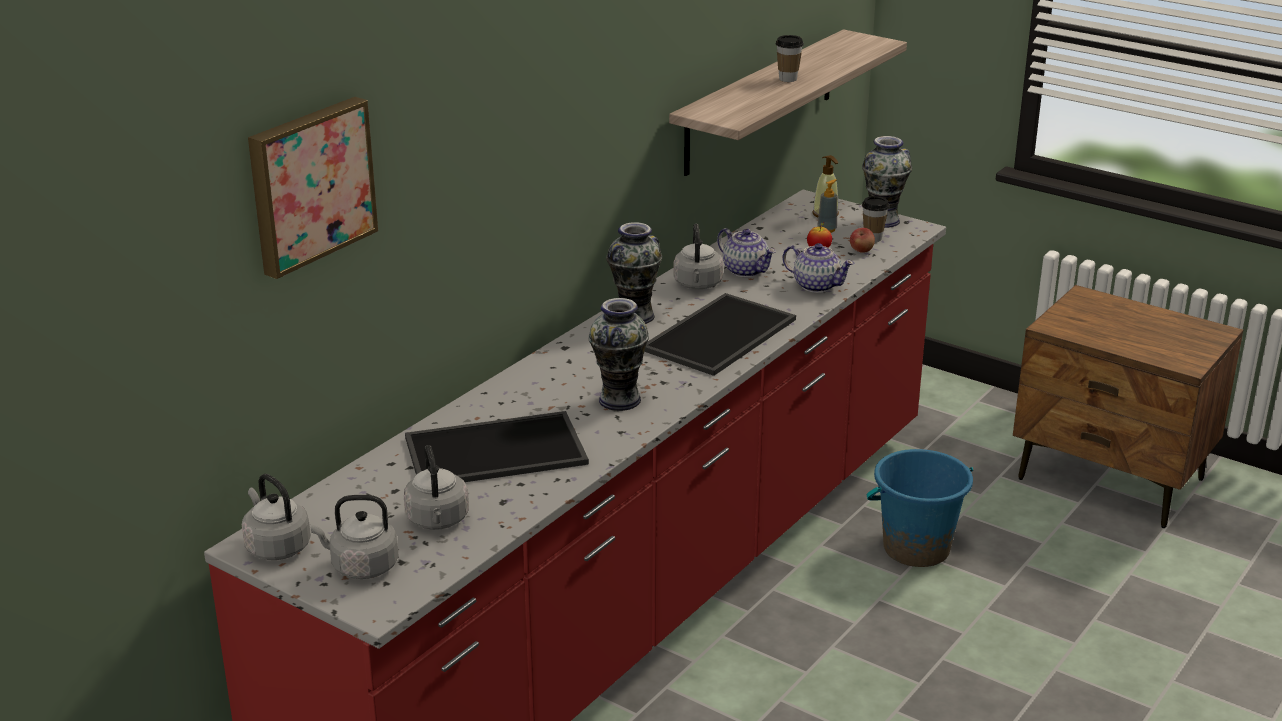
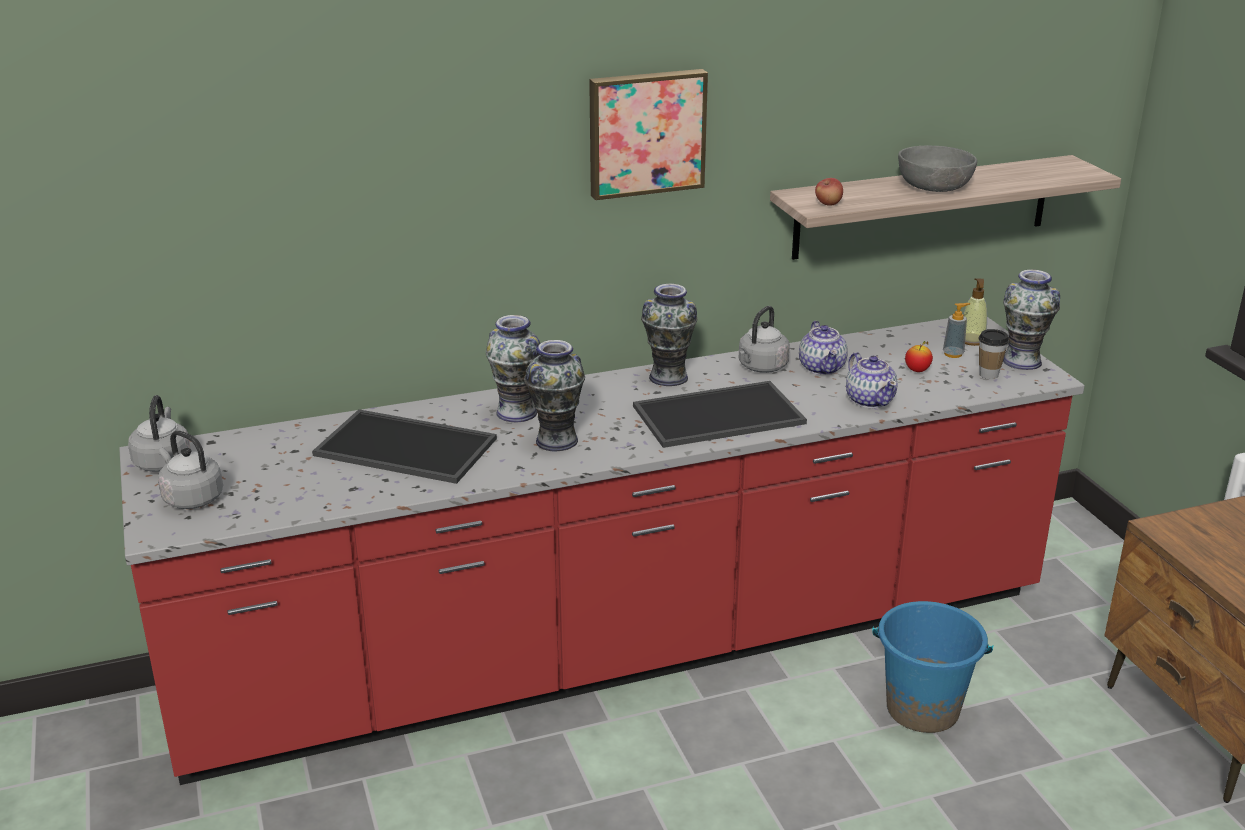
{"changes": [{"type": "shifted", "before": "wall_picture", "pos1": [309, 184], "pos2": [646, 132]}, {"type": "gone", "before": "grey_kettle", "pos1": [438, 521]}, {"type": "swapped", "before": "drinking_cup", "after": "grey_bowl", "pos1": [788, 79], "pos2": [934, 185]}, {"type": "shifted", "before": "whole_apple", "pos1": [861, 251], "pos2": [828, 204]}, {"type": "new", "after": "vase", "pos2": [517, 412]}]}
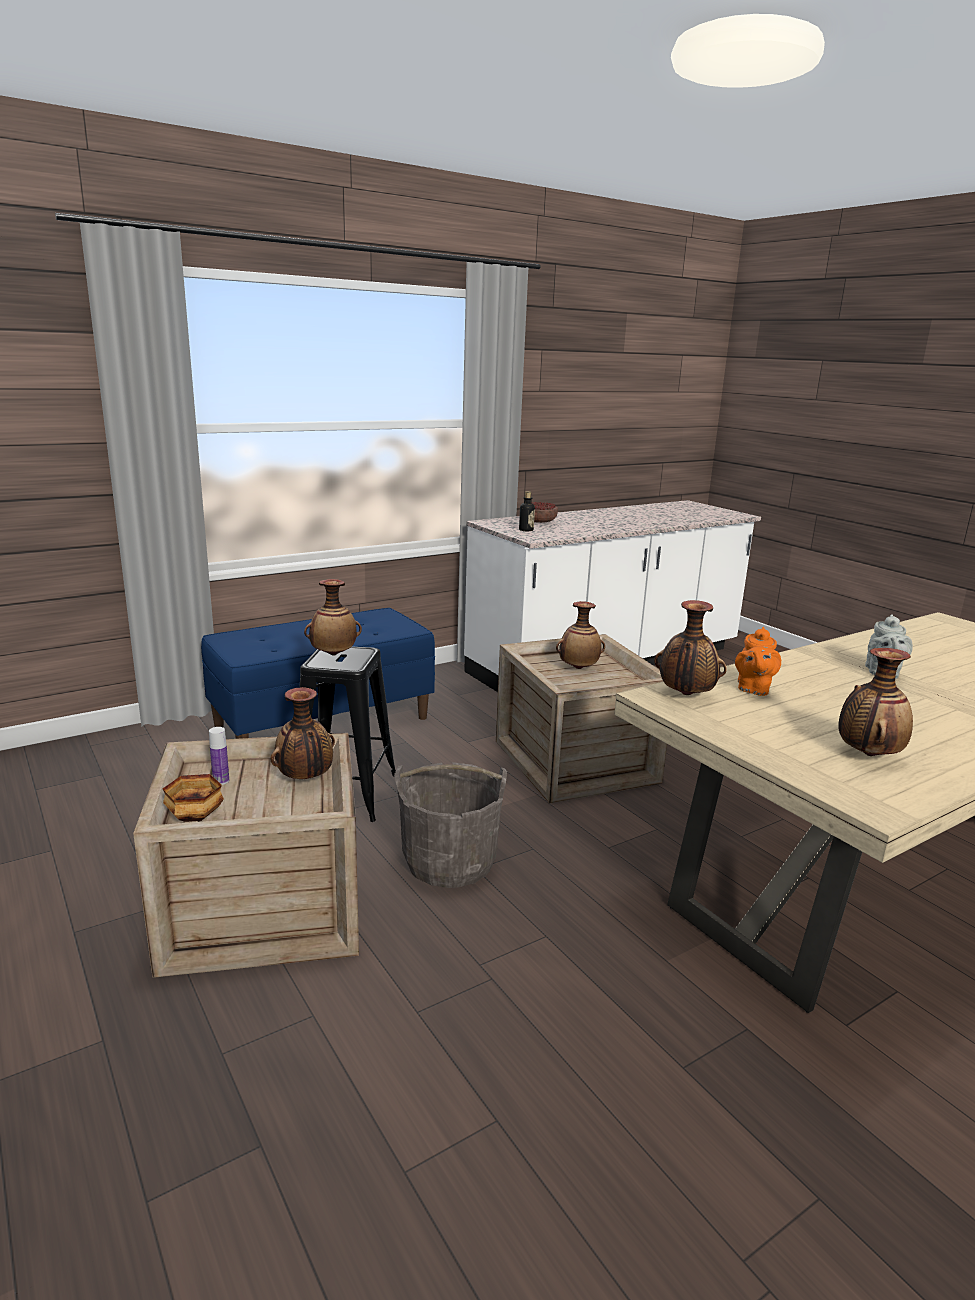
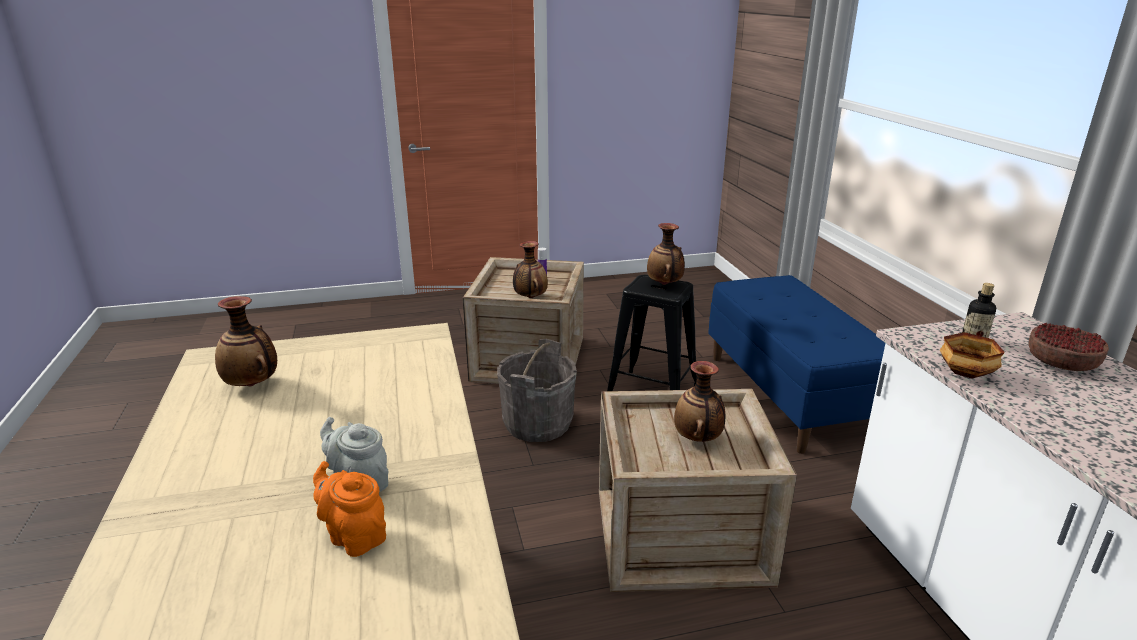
{"changes": [{"type": "shifted", "before": "bowl", "pos1": [195, 817], "pos2": [964, 373]}, {"type": "gone", "before": "vase", "pos1": [685, 695]}, {"type": "shifted", "before": "orange_teapot", "pos1": [753, 689], "pos2": [354, 536]}]}
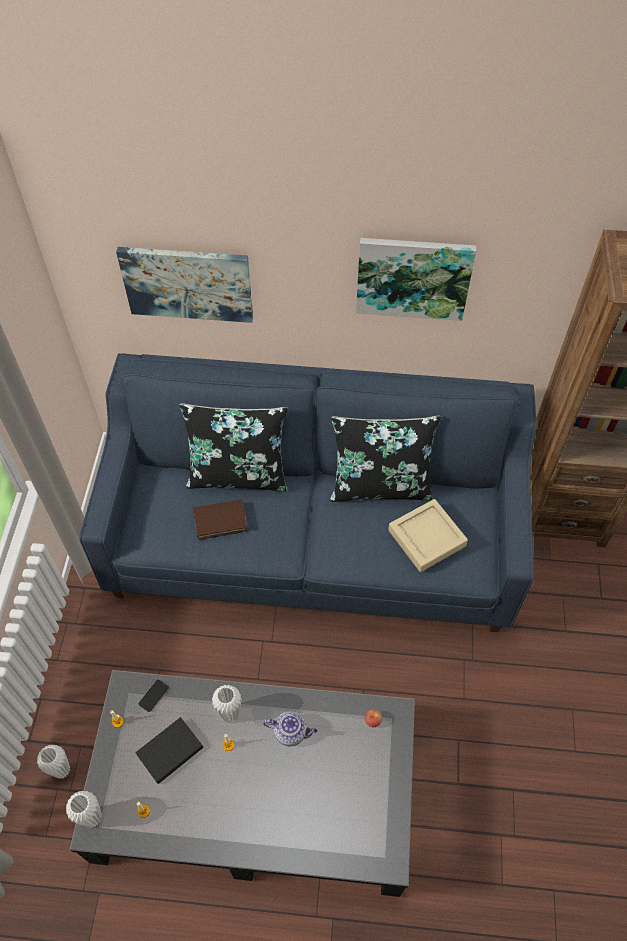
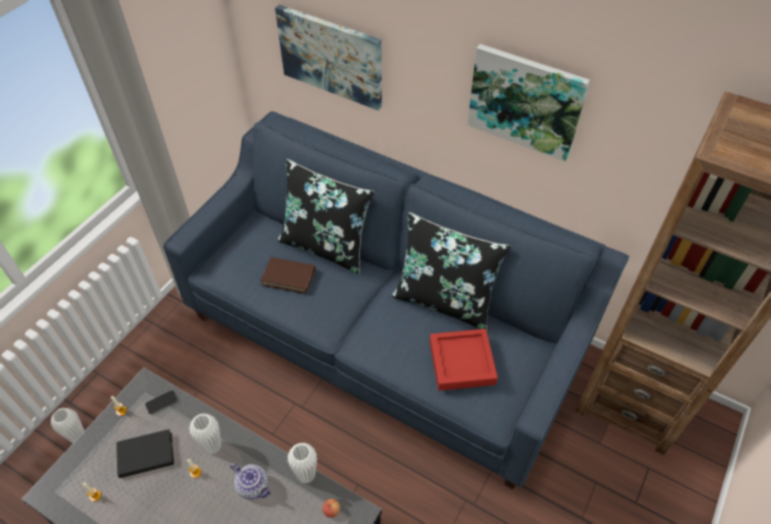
{"changes": [{"type": "shifted", "before": "whitish_vase", "pos1": [92, 818], "pos2": [306, 475]}, {"type": "repainted", "before": "beige_serving_tray", "after": "red_serving_tray", "pos1": [426, 538], "pos2": [462, 362]}]}
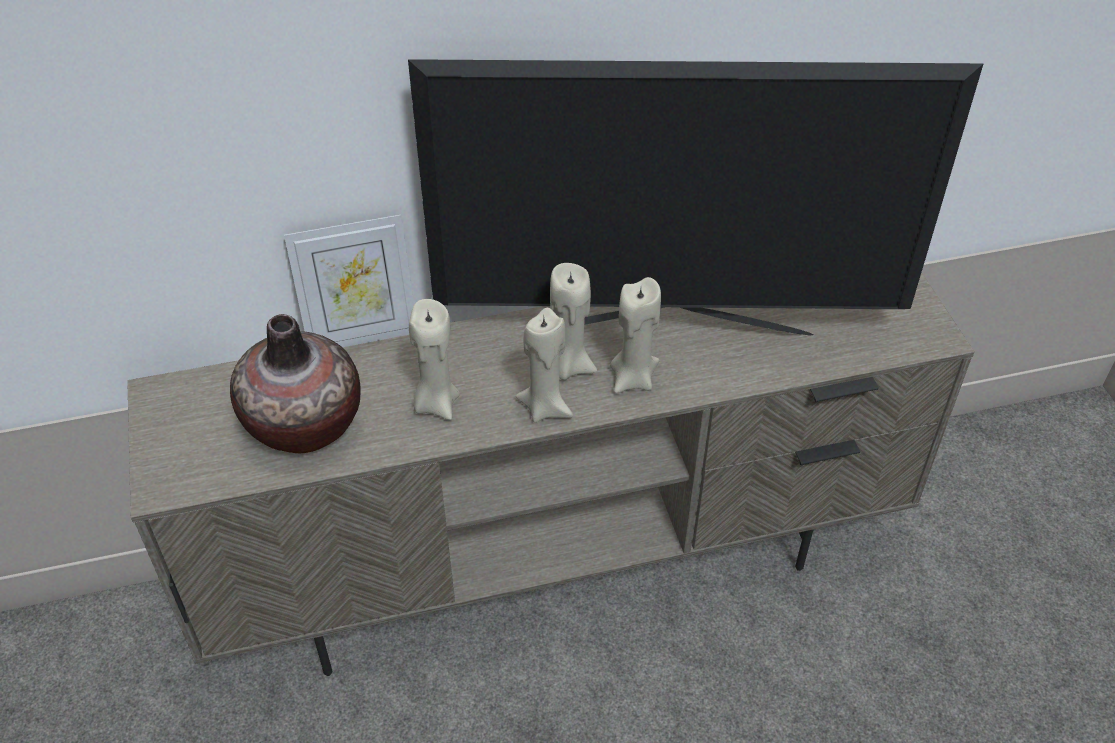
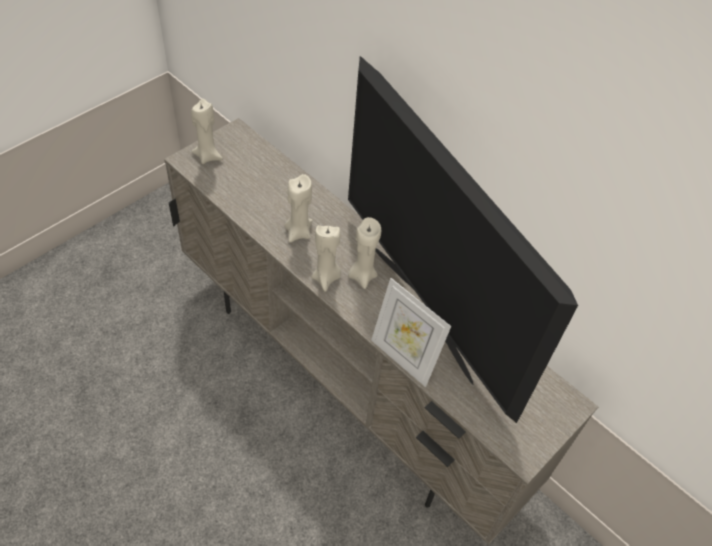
{"changes": [{"type": "gone", "before": "vase", "pos1": [303, 424]}, {"type": "shifted", "before": "photo_frame", "pos1": [362, 335], "pos2": [403, 358]}, {"type": "shifted", "before": "beige_candle", "pos1": [633, 378], "pos2": [208, 156]}]}
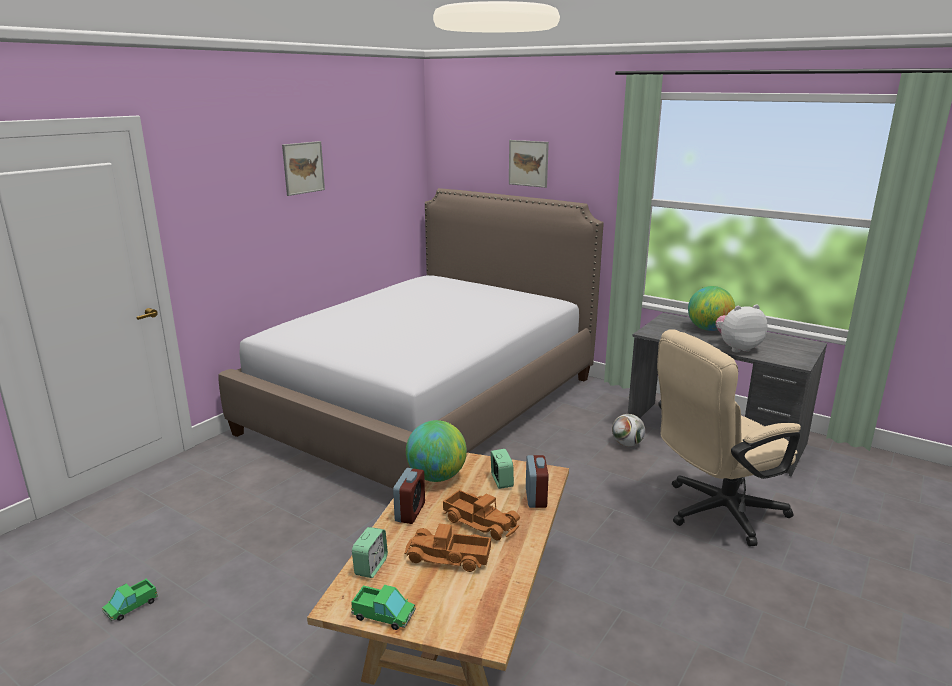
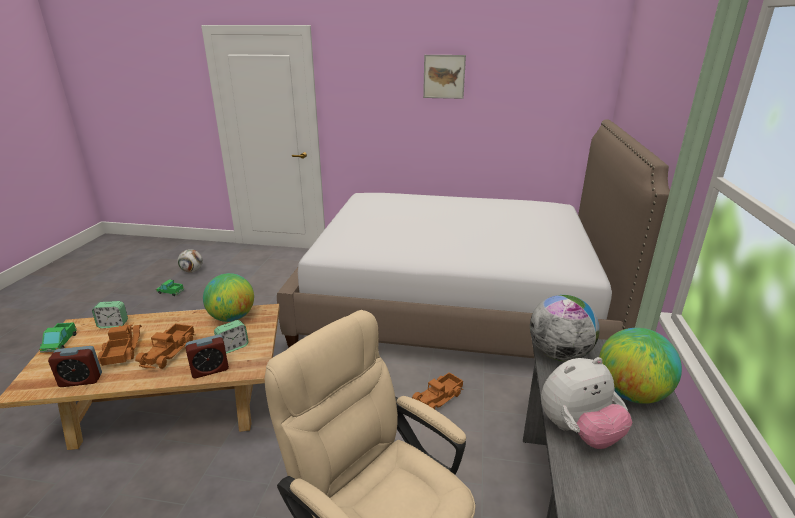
{"changes": [{"type": "shifted", "before": "alarm_clock", "pos1": [410, 512], "pos2": [81, 380]}, {"type": "gone", "before": "wall_picture", "pos1": [528, 163]}, {"type": "shifted", "before": "football_ball", "pos1": [627, 444], "pos2": [192, 271]}, {"type": "rotated", "before": "cuddly_toy", "pos1": [737, 348], "pos2": [578, 431], "turn": 105}, {"type": "new", "after": "toy_lorry", "pos2": [439, 398]}, {"type": "new", "after": "desk_globe", "pos2": [559, 354]}]}
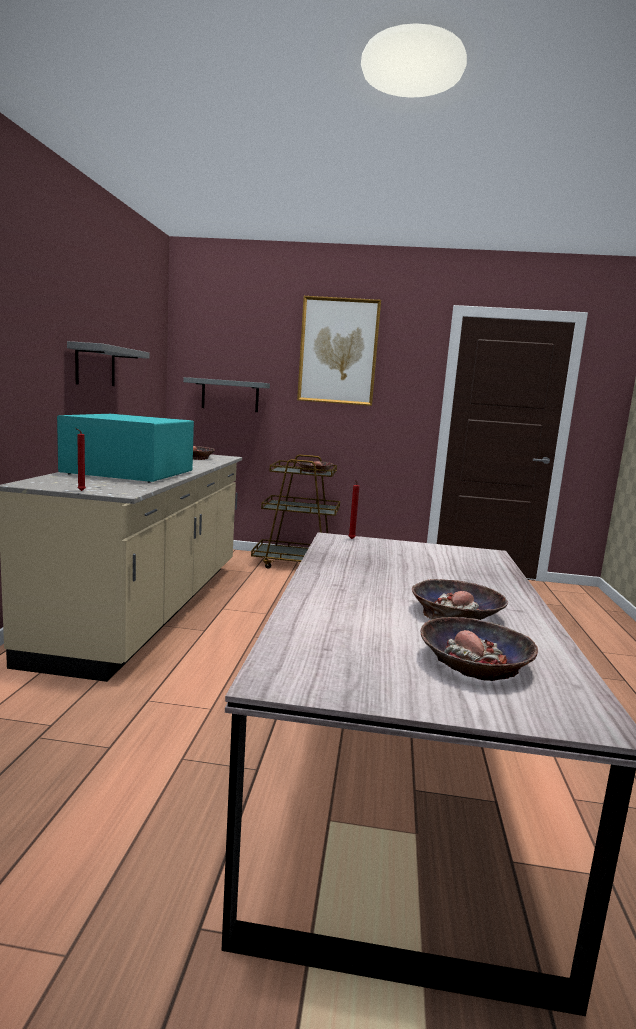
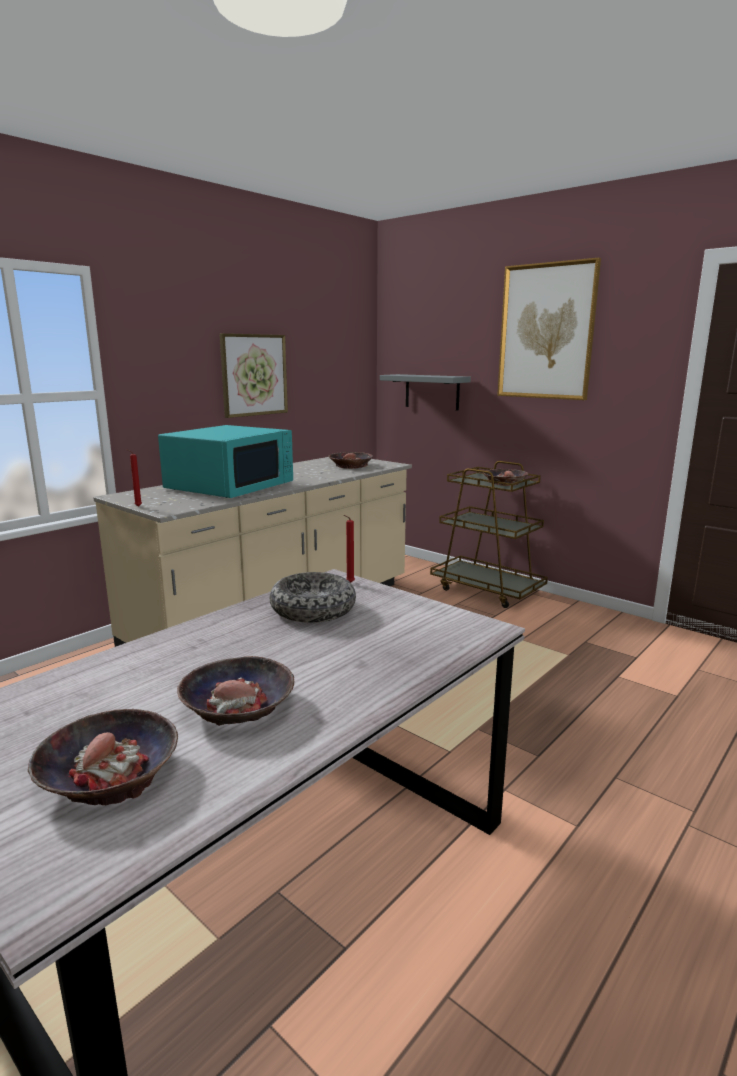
{"changes": [{"type": "rotated", "before": "turquoise_microwave", "pos1": [128, 473], "pos2": [231, 486], "turn": 75}, {"type": "swapped", "before": "grey_shelf", "after": "wall_picture", "pos1": [95, 365], "pos2": [254, 375]}, {"type": "new", "after": "bowl", "pos2": [313, 609]}]}
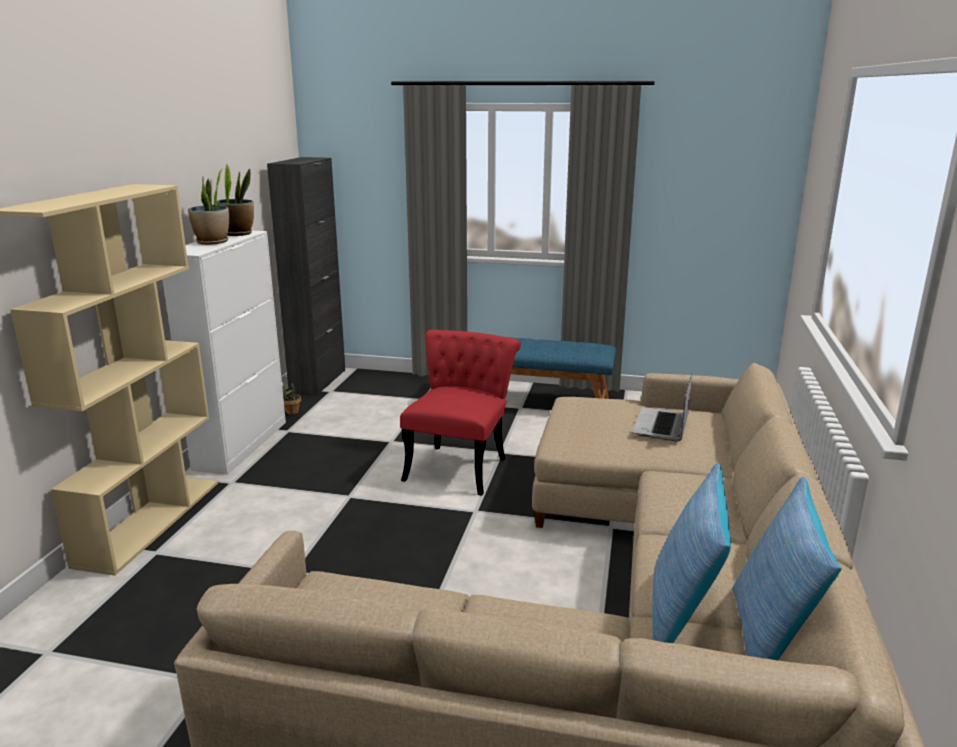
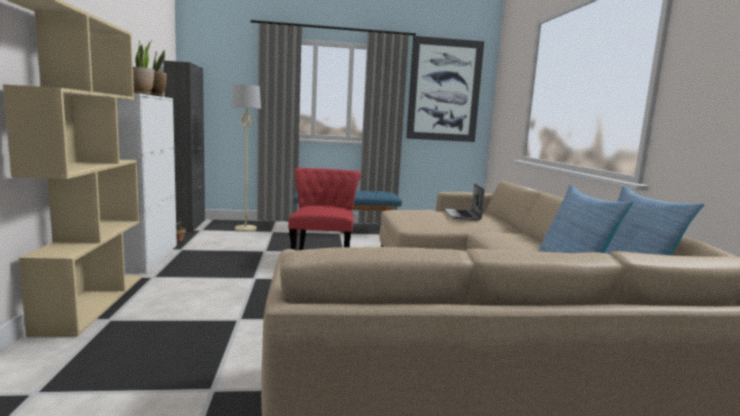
{"changes": [{"type": "new", "after": "beige_standing_lamp", "pos2": [246, 229]}, {"type": "new", "after": "wall_picture", "pos2": [444, 90]}]}
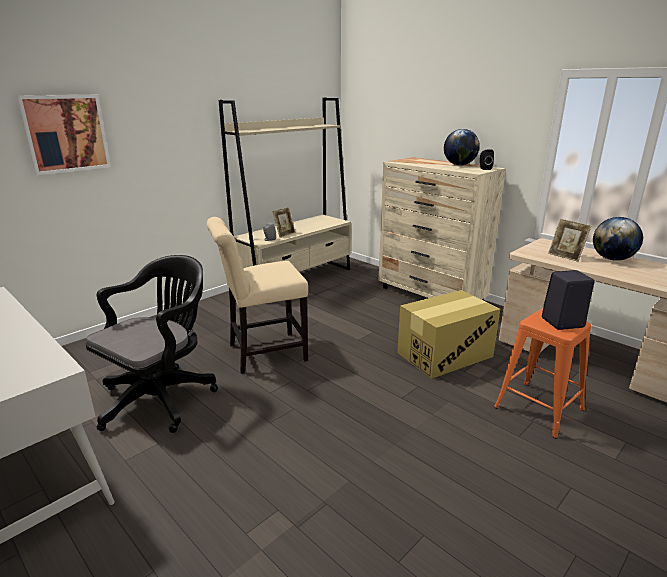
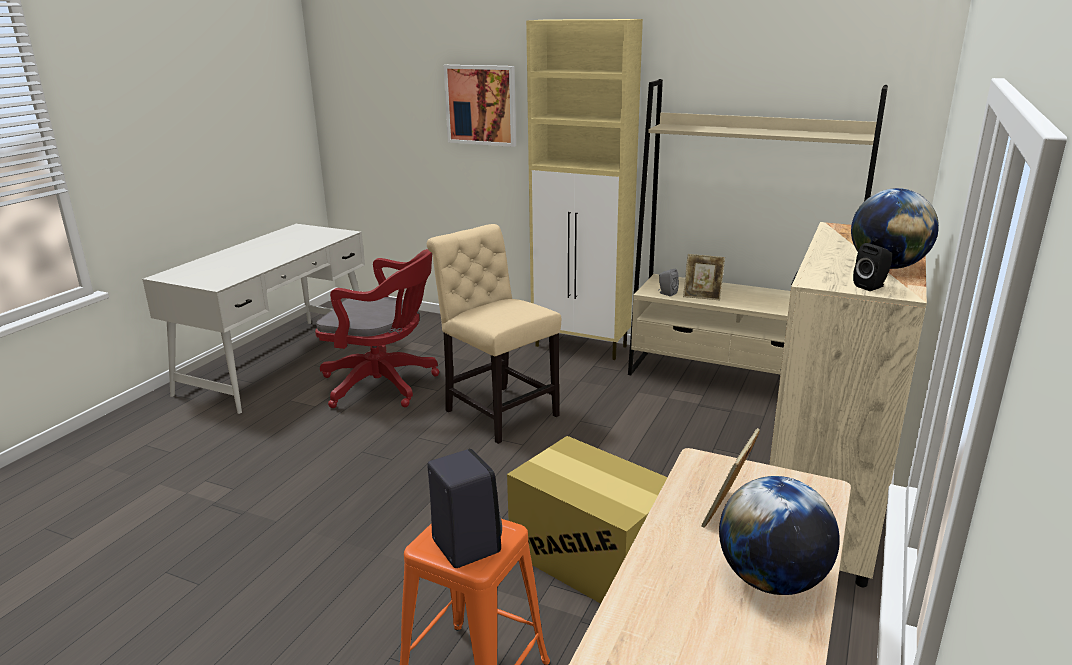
{"changes": [{"type": "repainted", "before": "black_office_chair", "after": "red_office_chair", "pos1": [162, 397], "pos2": [384, 385]}, {"type": "new", "after": "beige_storage_cabinet", "pos2": [582, 346]}]}
